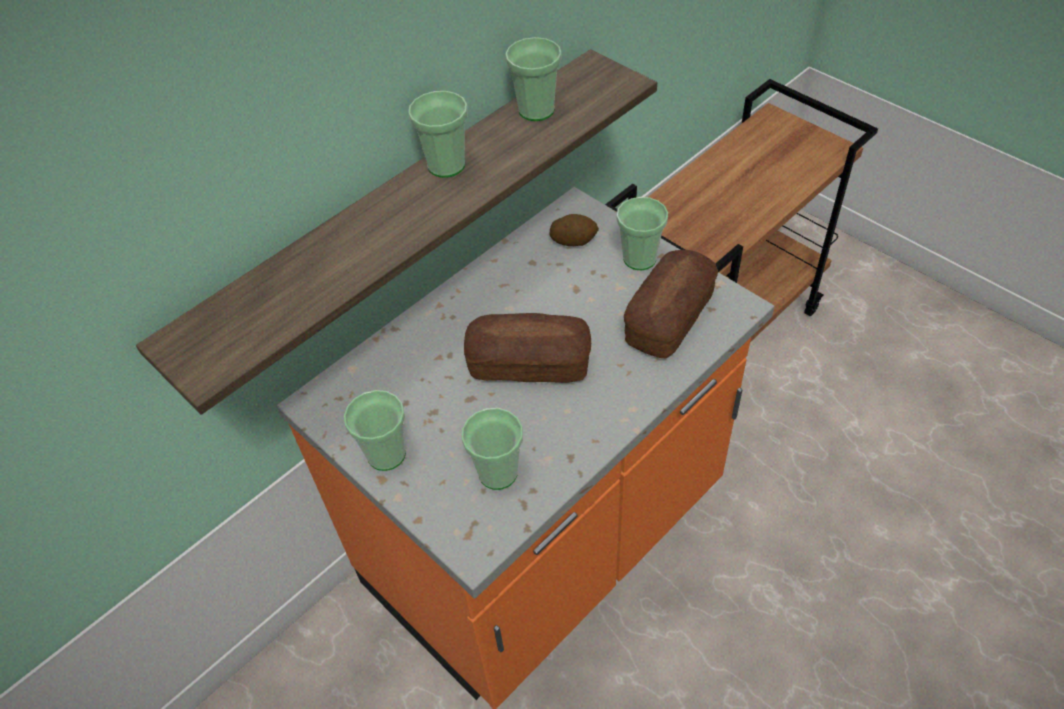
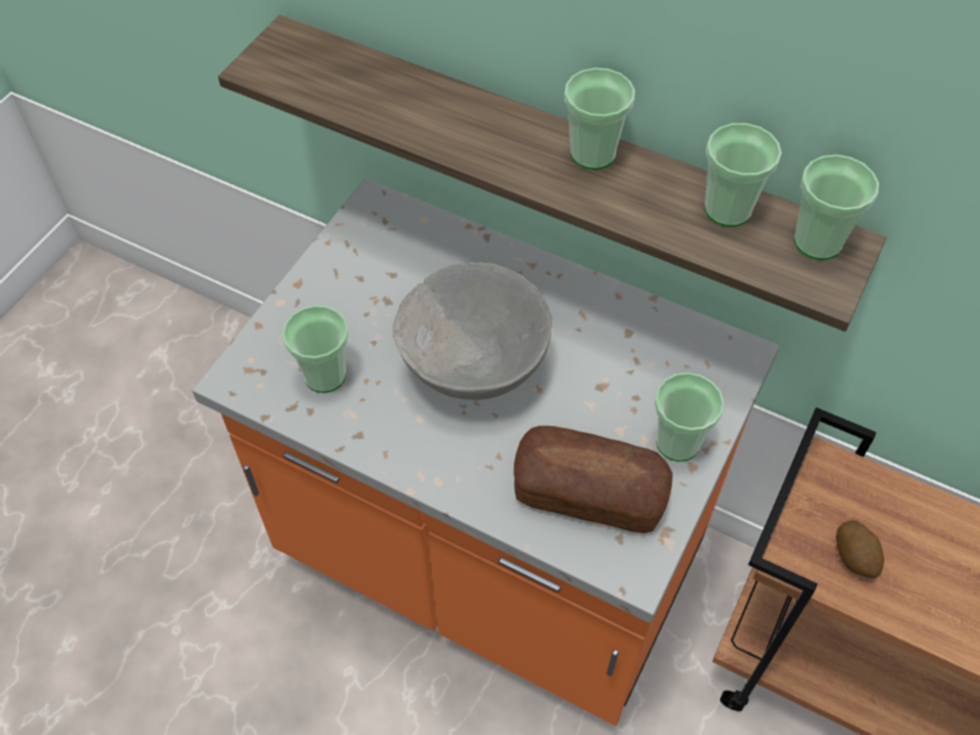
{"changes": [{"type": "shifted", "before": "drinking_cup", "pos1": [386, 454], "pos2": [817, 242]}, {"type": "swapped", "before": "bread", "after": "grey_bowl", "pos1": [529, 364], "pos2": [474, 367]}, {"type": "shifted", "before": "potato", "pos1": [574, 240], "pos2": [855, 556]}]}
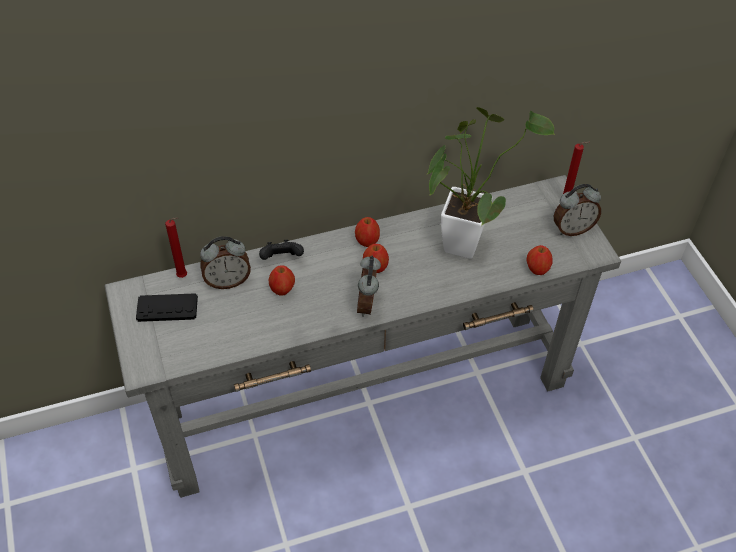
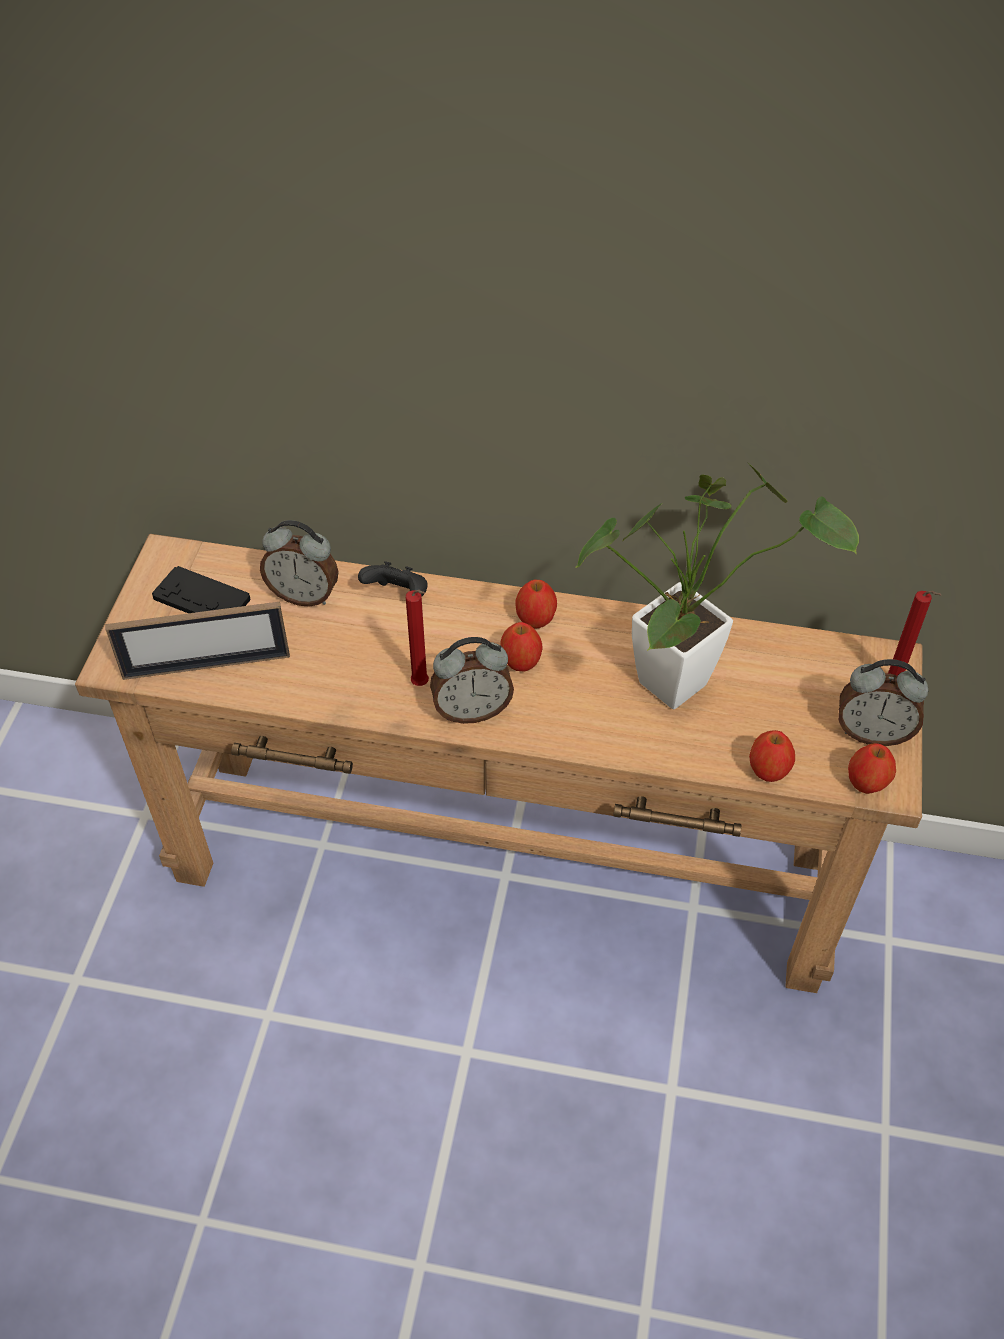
{"changes": [{"type": "repainted", "before": "grey_console_table", "after": "brown_console_table", "pos1": [364, 397], "pos2": [503, 865]}, {"type": "shifted", "before": "red_candle", "pos1": [184, 276], "pos2": [422, 685]}, {"type": "shifted", "before": "whole_apple", "pos1": [282, 290], "pos2": [866, 783]}, {"type": "rotated", "before": "alarm_clock", "pos1": [368, 304], "pos2": [472, 710], "turn": -135}, {"type": "new", "after": "photo_frame", "pos2": [206, 665]}]}
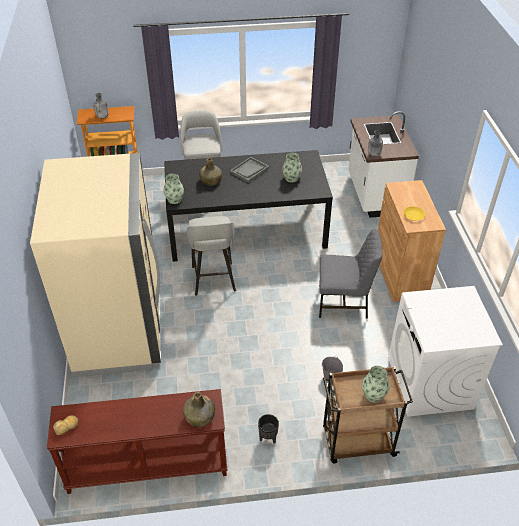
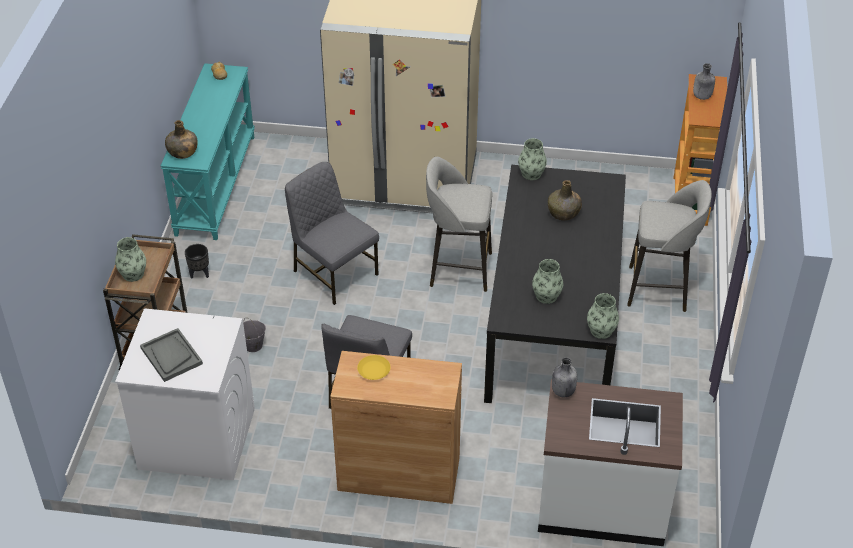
{"changes": [{"type": "repainted", "before": "brown_console_table", "after": "turquoise_console_table", "pos1": [147, 466], "pos2": [214, 184]}, {"type": "shifted", "before": "grey_serving_tray", "pos1": [249, 170], "pos2": [171, 356]}, {"type": "new", "after": "grey_upright_chair", "pos2": [334, 272]}, {"type": "new", "after": "vase", "pos2": [601, 331]}]}
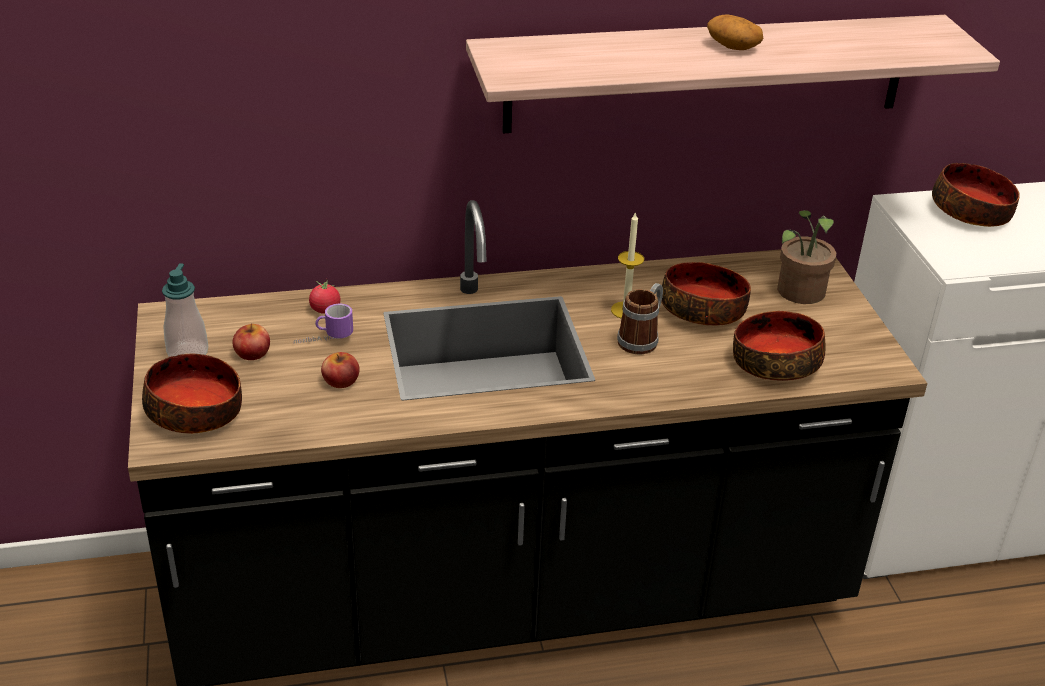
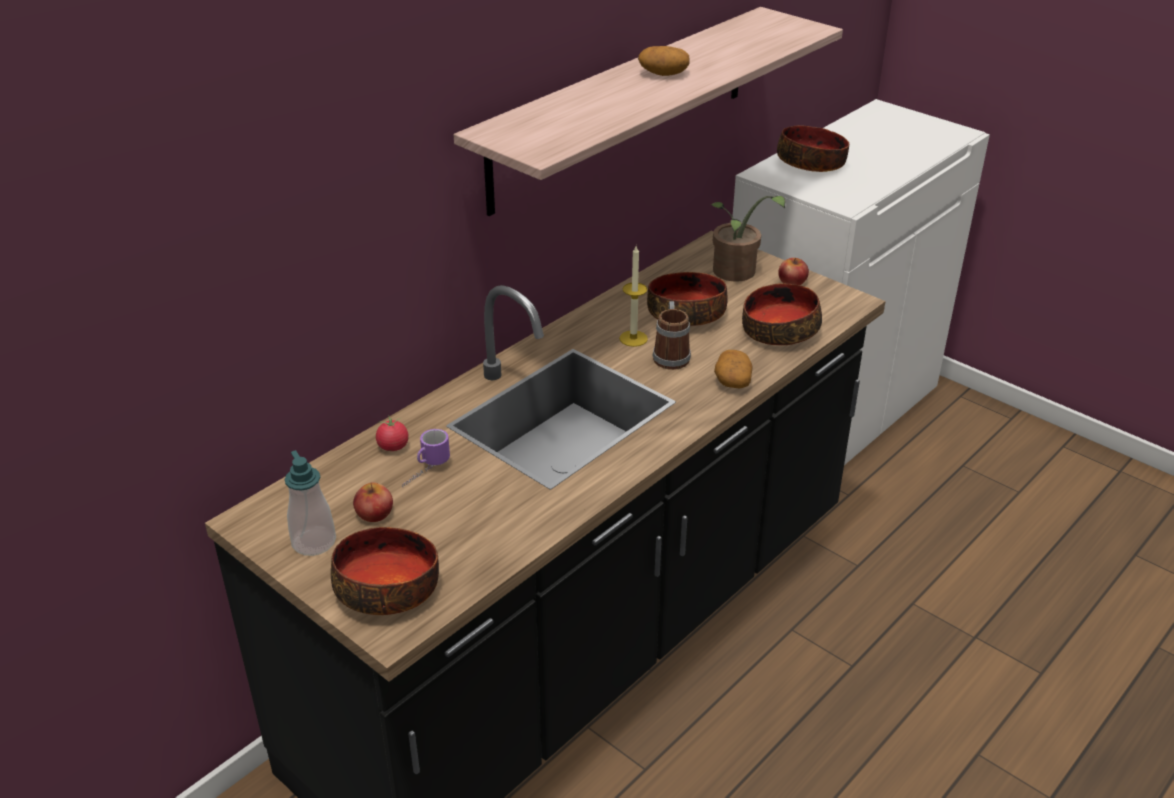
{"changes": [{"type": "shifted", "before": "whole_apple", "pos1": [341, 380], "pos2": [792, 281]}, {"type": "new", "after": "potato", "pos2": [732, 380]}]}
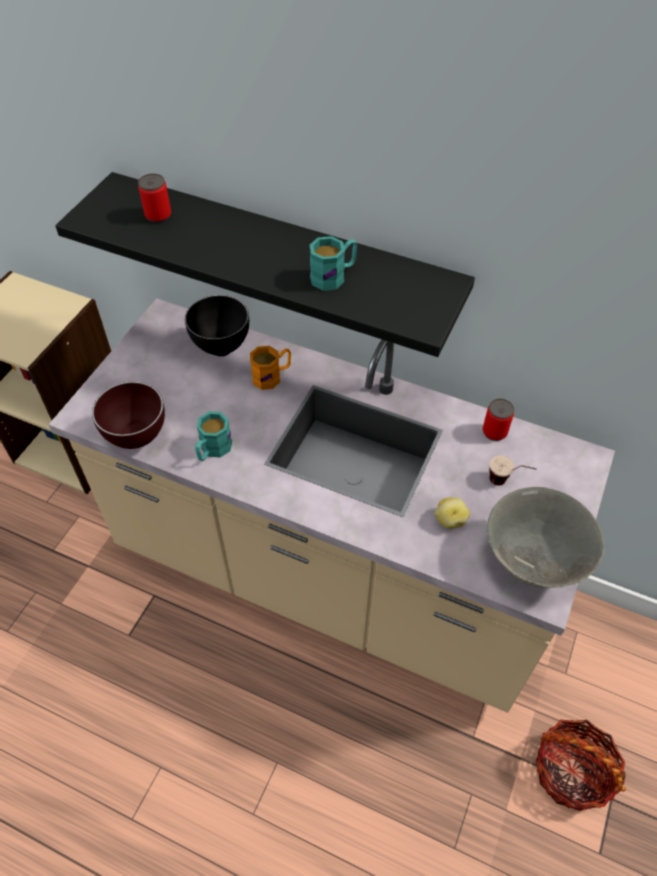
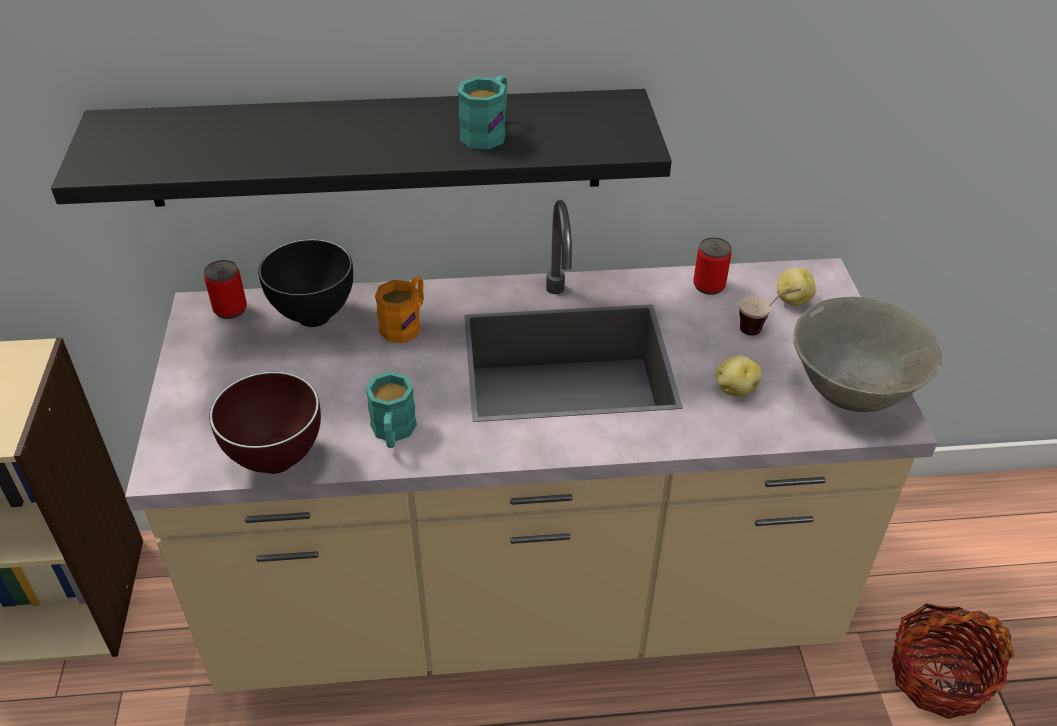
{"changes": [{"type": "shifted", "before": "metal_can", "pos1": [158, 215], "pos2": [230, 309]}, {"type": "new", "after": "potato", "pos2": [792, 300]}]}
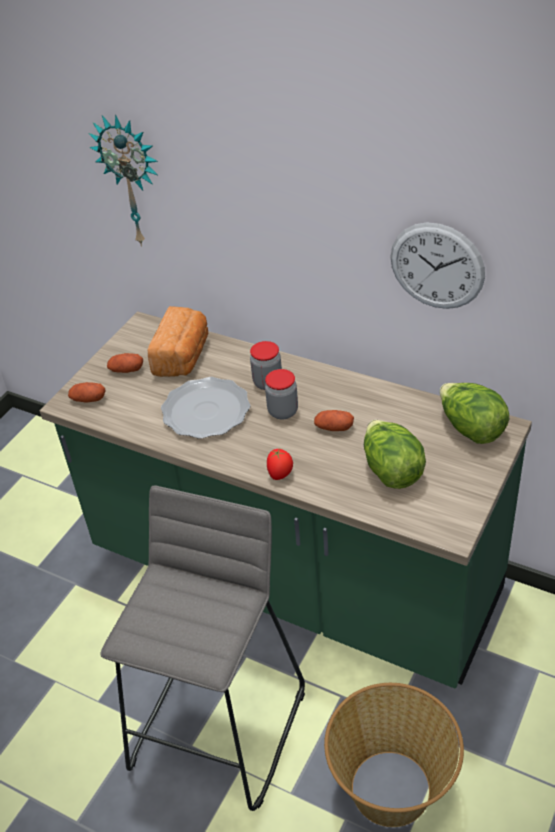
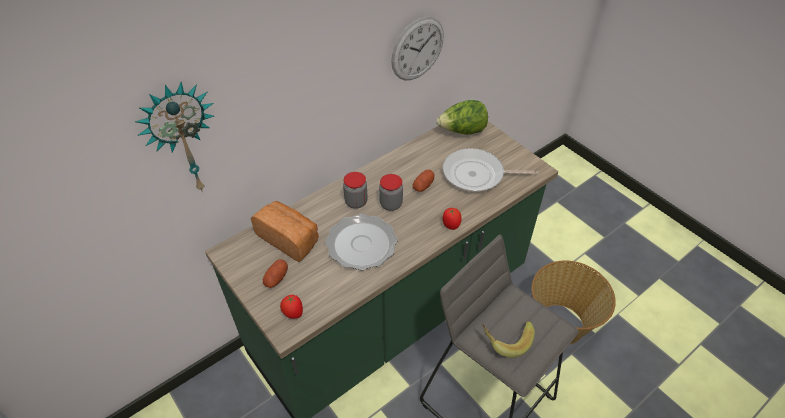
{"changes": [{"type": "swapped", "before": "potato", "after": "whole_tomato", "pos1": [88, 399], "pos2": [293, 313]}, {"type": "swapped", "before": "head_of_lettuce", "after": "skillet", "pos1": [391, 471], "pos2": [477, 175]}, {"type": "new", "after": "whole_banana", "pos2": [505, 339]}]}
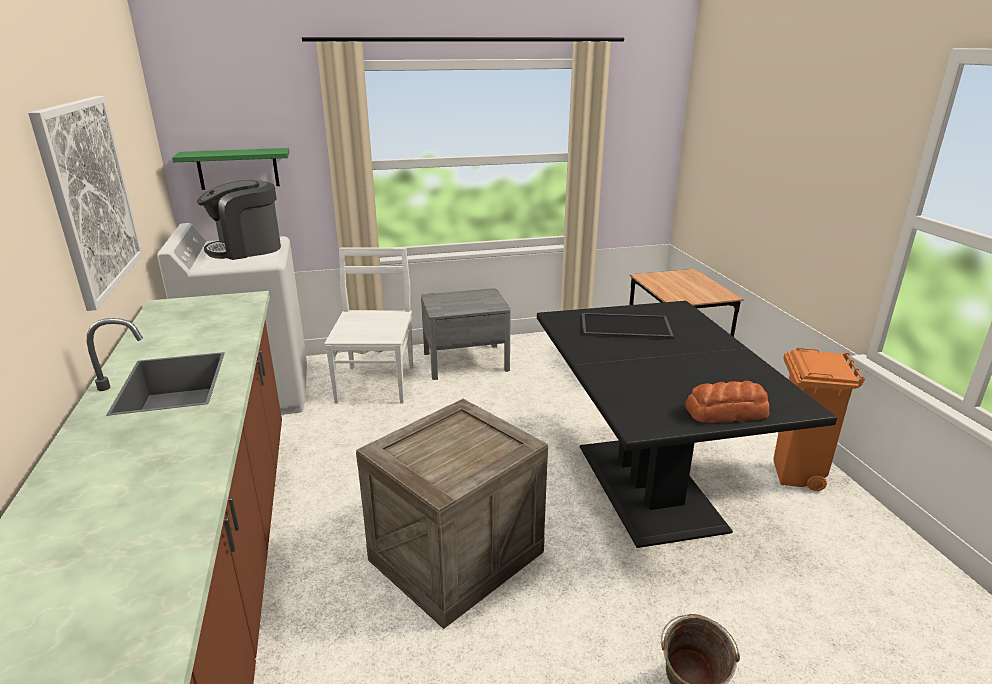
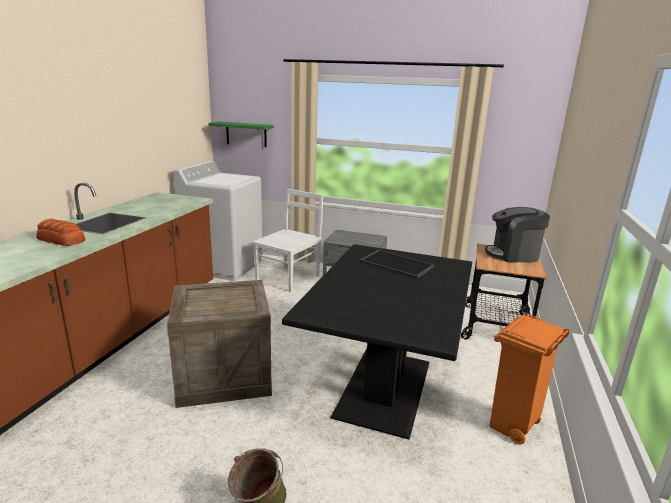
{"changes": [{"type": "gone", "before": "wall_picture", "pos1": [91, 196]}, {"type": "shifted", "before": "coffee_machine", "pos1": [246, 249], "pos2": [513, 255]}, {"type": "shifted", "before": "bread", "pos1": [727, 412], "pos2": [61, 240]}]}
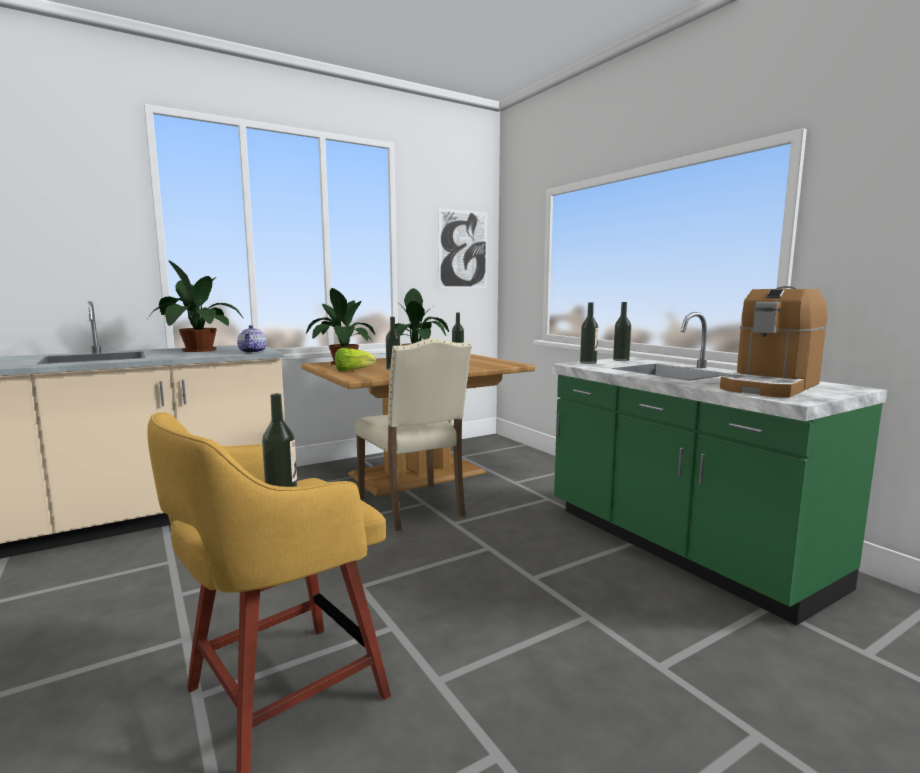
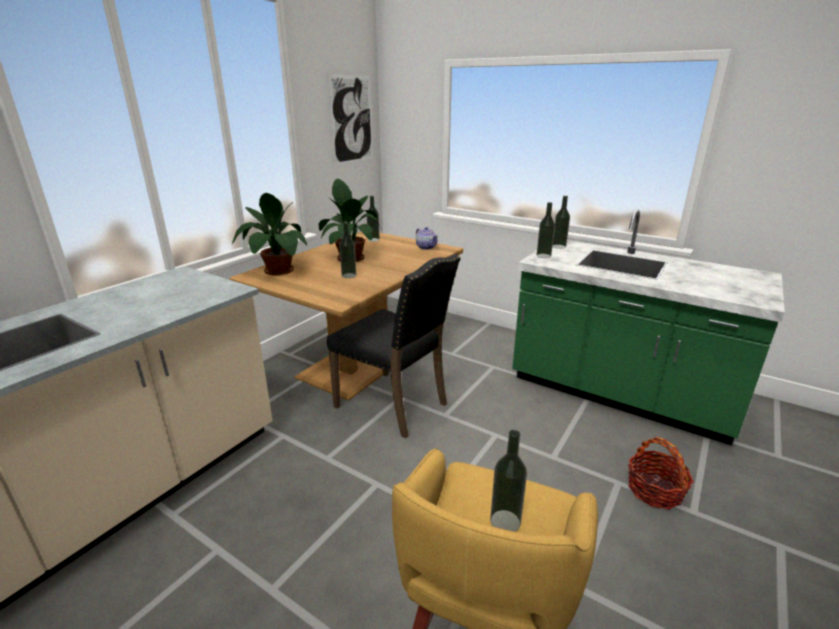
{"changes": [{"type": "gone", "before": "plant_in_a_pot", "pos1": [196, 350]}, {"type": "shifted", "before": "teapot", "pos1": [253, 352], "pos2": [426, 247]}, {"type": "gone", "before": "head_of_lettuce", "pos1": [352, 371]}, {"type": "repainted", "before": "beige_upright_chair", "after": "black_upright_chair", "pos1": [413, 507], "pos2": [394, 405]}, {"type": "gone", "before": "coffee_machine", "pos1": [770, 386]}, {"type": "new", "after": "basket", "pos2": [654, 490]}]}
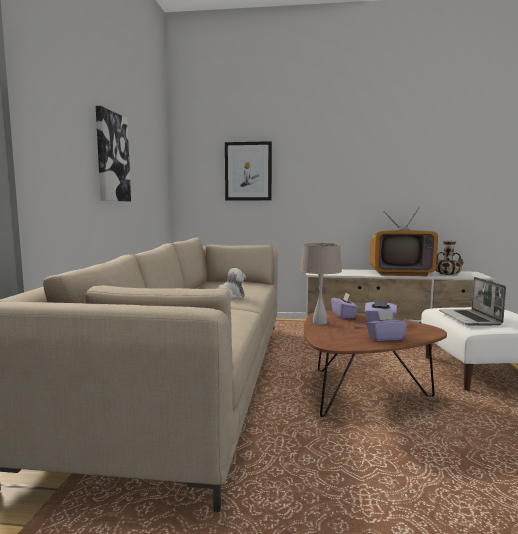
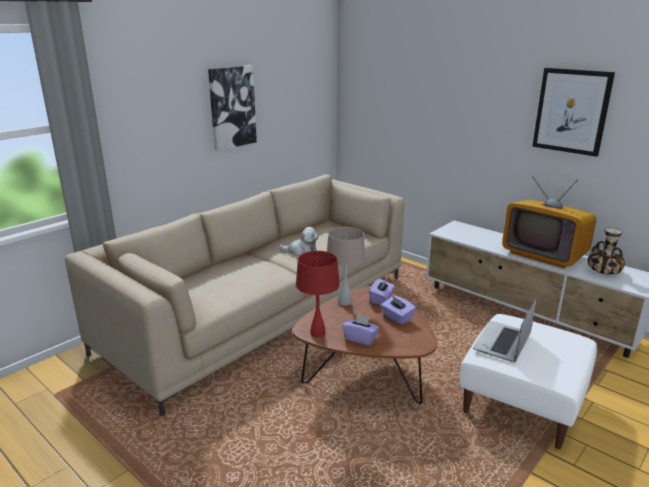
{"changes": [{"type": "shifted", "before": "wall_picture", "pos1": [248, 171], "pos2": [571, 111]}, {"type": "new", "after": "red_table_lamp", "pos2": [317, 332]}]}
